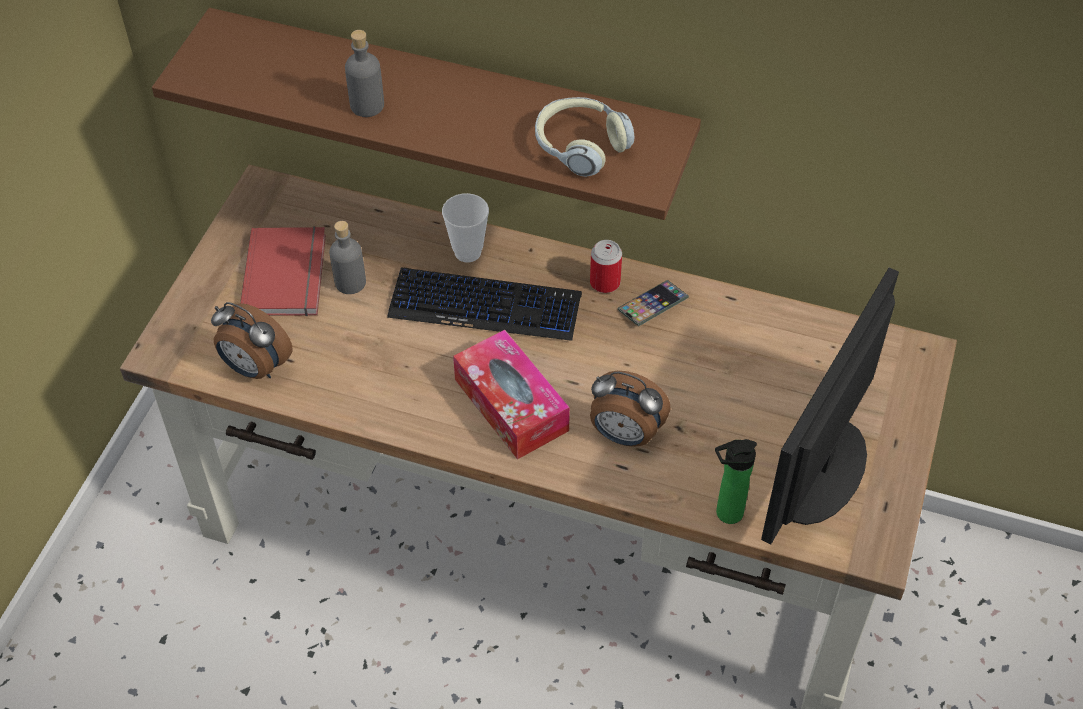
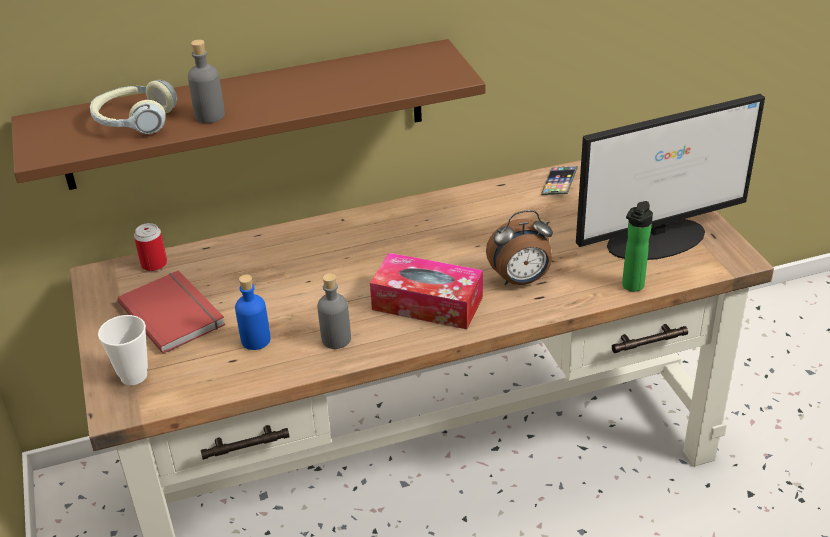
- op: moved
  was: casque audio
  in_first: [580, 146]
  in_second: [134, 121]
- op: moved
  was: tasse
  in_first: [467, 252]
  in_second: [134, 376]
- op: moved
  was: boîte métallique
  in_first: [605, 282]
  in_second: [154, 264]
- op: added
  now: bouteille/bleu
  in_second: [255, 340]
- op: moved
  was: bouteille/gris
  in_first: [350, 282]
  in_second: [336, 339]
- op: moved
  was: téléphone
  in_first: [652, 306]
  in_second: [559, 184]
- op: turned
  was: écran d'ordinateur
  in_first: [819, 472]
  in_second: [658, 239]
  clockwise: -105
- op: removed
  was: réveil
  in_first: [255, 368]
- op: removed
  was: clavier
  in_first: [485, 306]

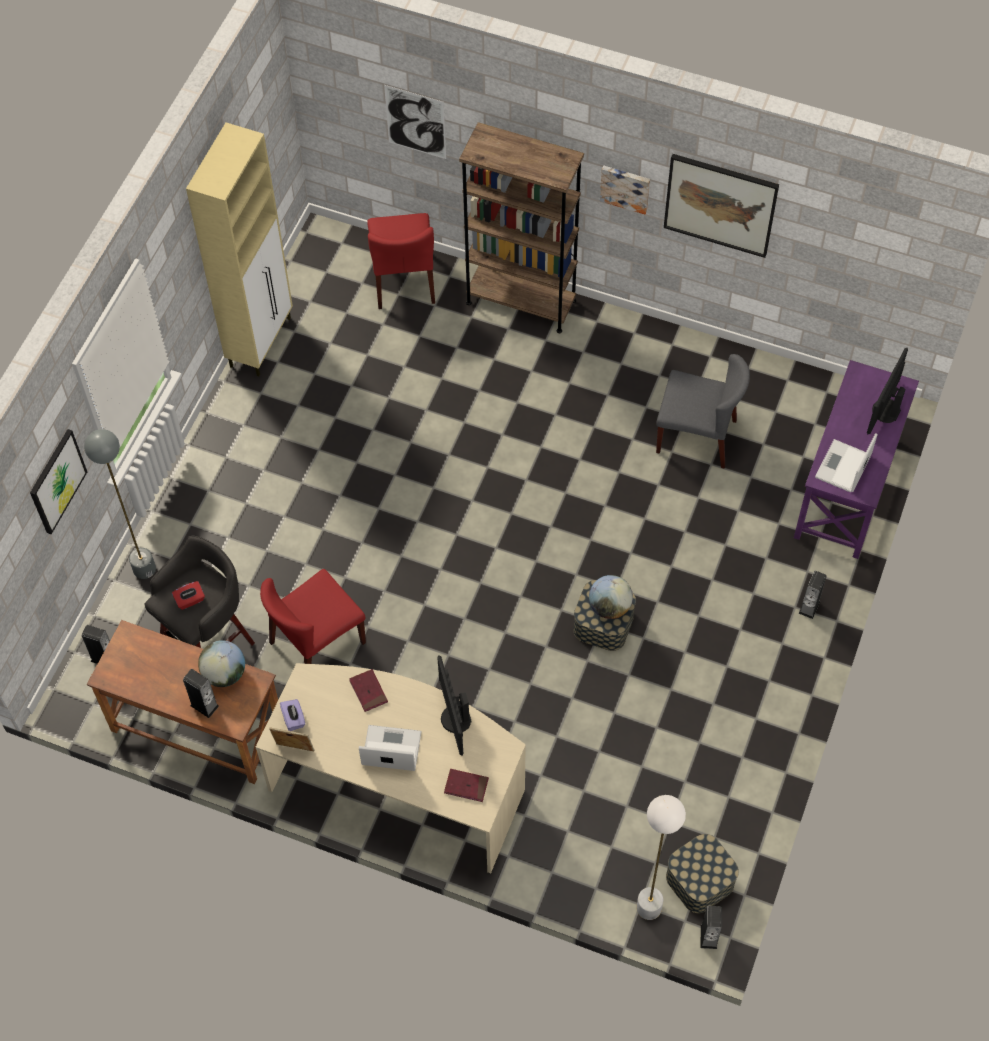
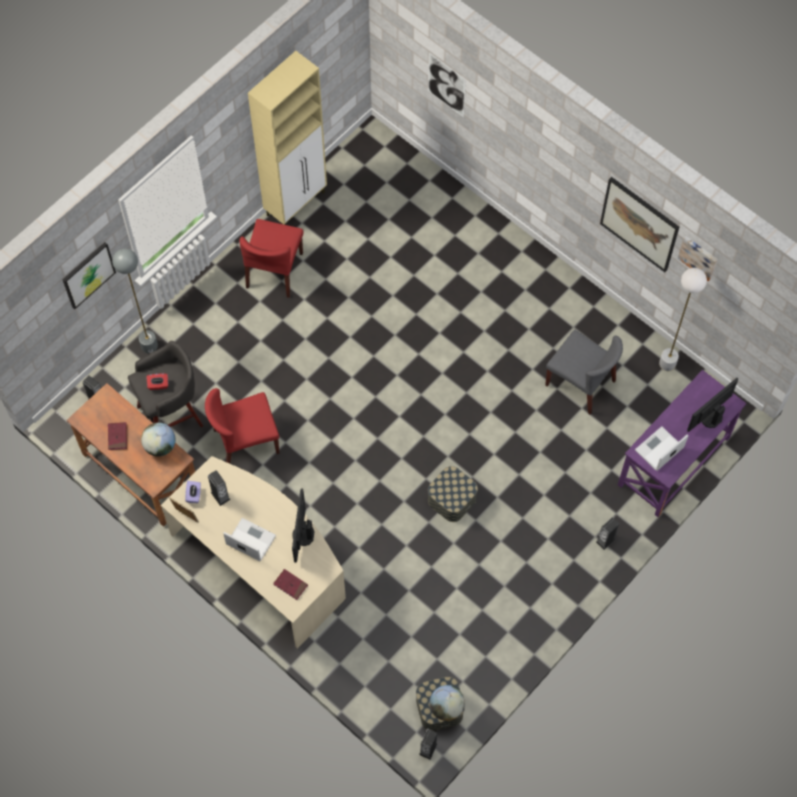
- op: moved
  was: livre/rouge
  in_first: [368, 691]
  in_second: [117, 436]
- op: moved
  was: enceinte
  in_first: [204, 705]
  in_second: [220, 496]
- op: moved
  was: chaise/rouge
  in_first: [404, 280]
  in_second: [274, 271]
- op: moved
  was: globe
  in_first: [609, 607]
  in_second: [446, 707]
- op: moved
  was: lampadaire/blanc
  in_first: [648, 907]
  in_second: [667, 363]
- op: moved
  was: tableau
  in_first: [625, 188]
  in_second: [698, 257]
- op: removed
  was: bibliothèque/marron
  in_first: [521, 301]

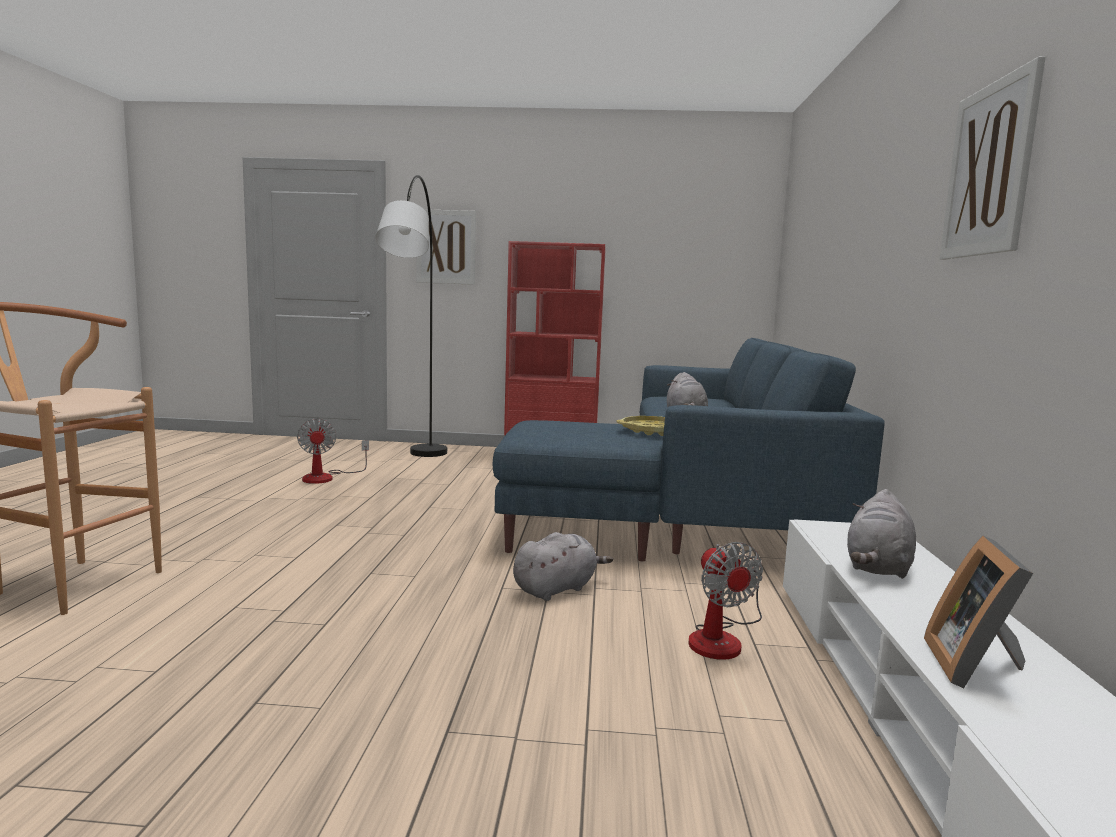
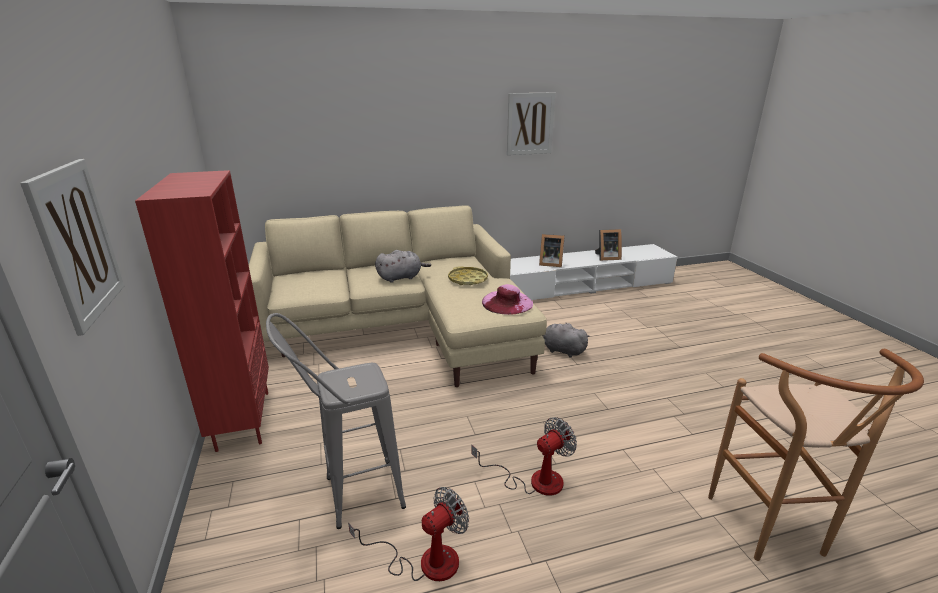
- op: recoloured
  was: canapé/bleu
  now: canapé/beige
  in_first: [693, 511]
  in_second: [404, 330]
- op: replaced
  was: lampadaire/gris
  now: tabouret/gris
  in_first: [416, 469]
  in_second: [350, 496]
- op: moved
  was: ventilateur
  in_first: [722, 638]
  in_second: [534, 480]
- op: added
  now: chapeau/rose
  in_second: [507, 302]
- op: replaced
  was: peluche/gris
  now: cadre photo
  in_first: [877, 567]
  in_second: [550, 263]

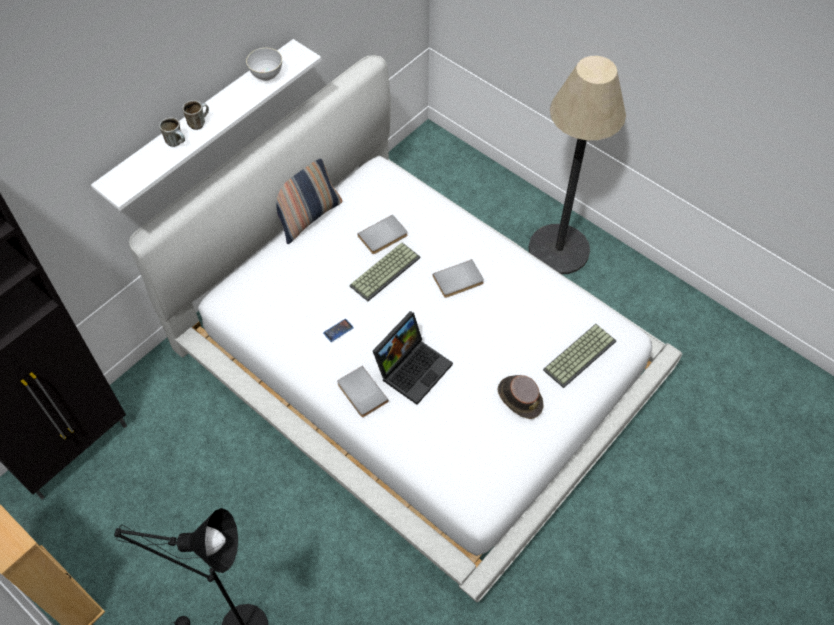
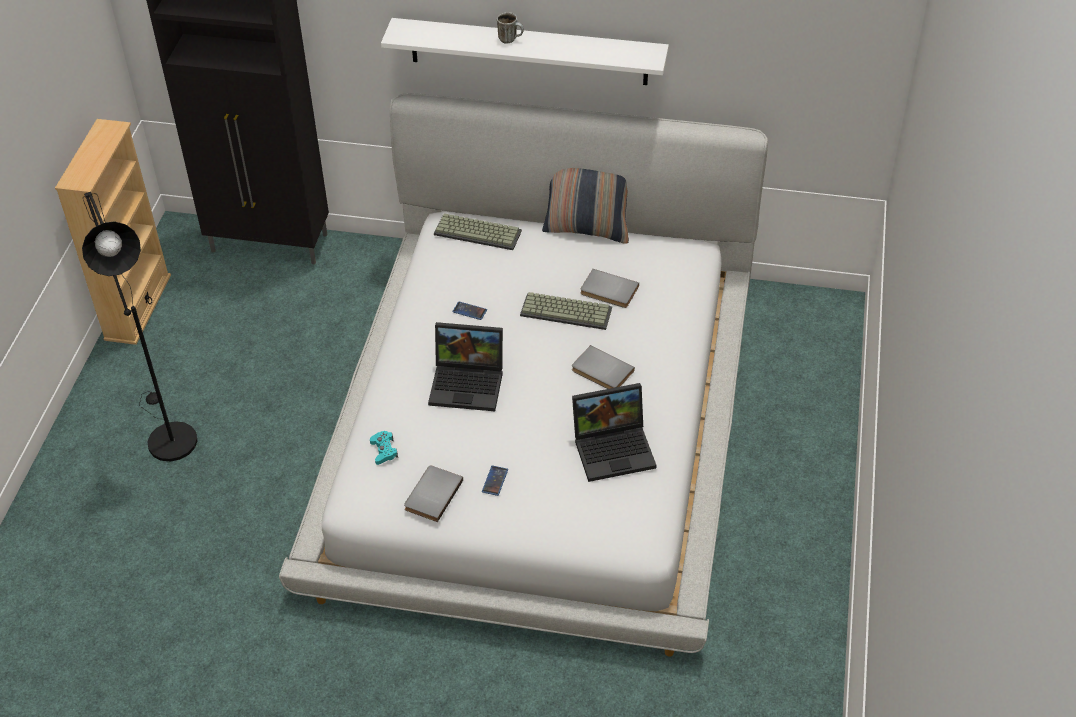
- op: added
  now: manette/turquoise
  in_second: [384, 450]
- op: moved
  was: livre/gris
  in_first: [361, 393]
  in_second: [431, 494]
- op: moved
  was: clavier
  in_first: [579, 354]
  in_second: [479, 232]
- op: replaced
  was: chapeau/marron
  now: téléphone
  in_first: [519, 397]
  in_second: [495, 481]
- op: added
  now: ordinateur portable
  in_second: [615, 448]
- op: removed
  was: mug
  in_first: [177, 142]
- op: removed
  was: bol/gris
  in_first: [266, 75]
- op: removed
  was: lampadaire
  in_first: [559, 249]

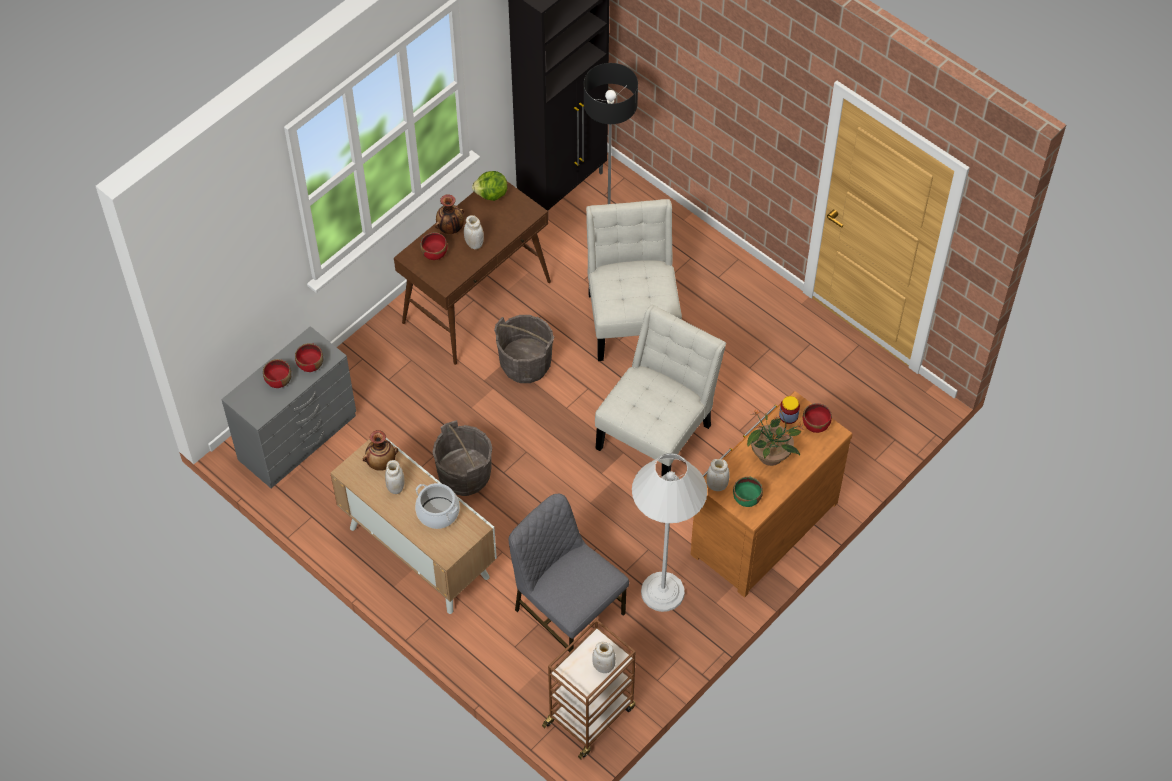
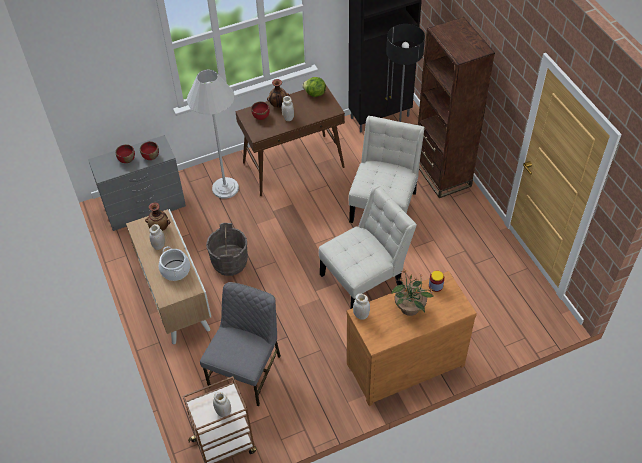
- op: moved
  was: lampadaire/blanc
  in_first: [662, 592]
  in_second: [225, 188]
- op: turned
  was: chaise/gris
  in_first: [567, 611]
  in_second: [246, 370]
  clockwise: 45
- op: added
  now: bibliothèque/marron
  in_second: [442, 174]
- op: removed
  was: seau/gris
  in_first: [526, 364]
- op: removed
  was: bol/vert
  in_first: [746, 498]
- op: removed
  was: bol/rouge
  in_first: [815, 425]

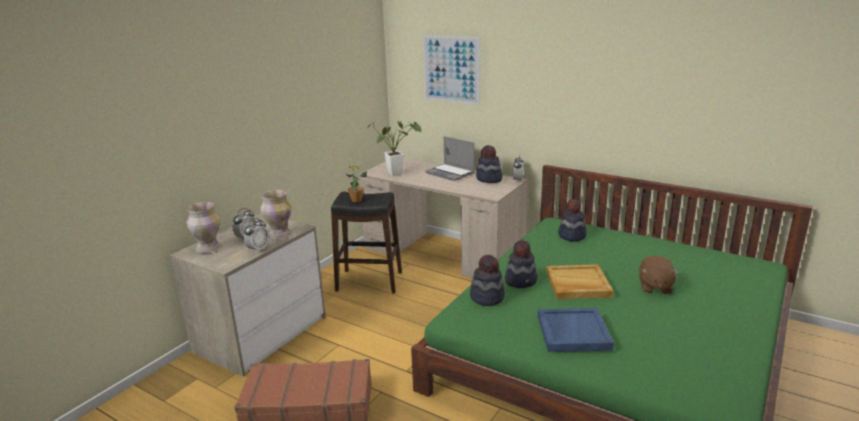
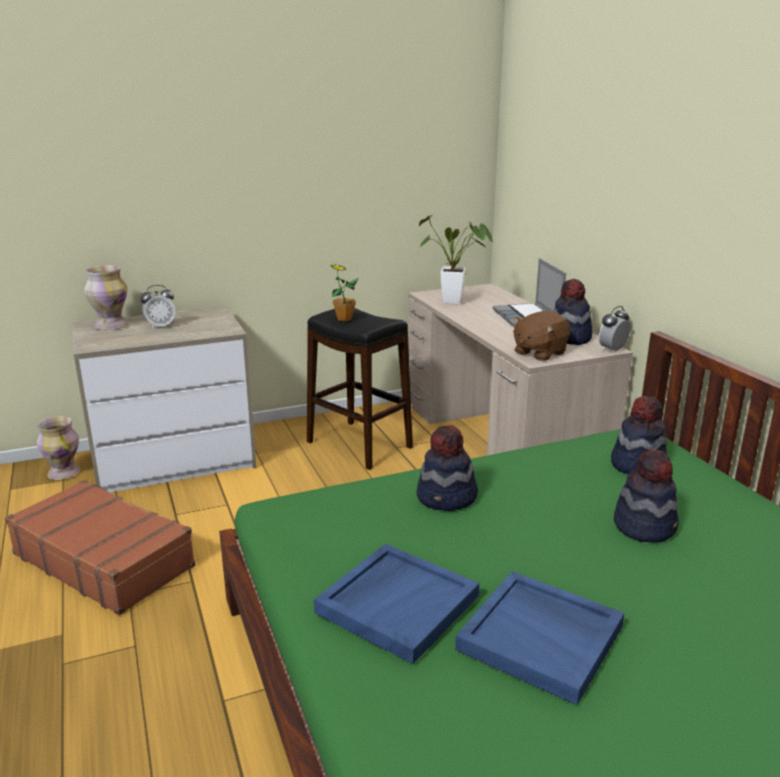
- op: moved
  was: vase
  in_first: [279, 234]
  in_second: [63, 473]
- op: added
  now: plateau/bleu
  in_second: [542, 638]
- op: moved
  was: peluche/marron
  in_first: [654, 287]
  in_second: [539, 353]
- op: moved
  was: chapeau
  in_first: [487, 297]
  in_second: [644, 526]
- op: removed
  was: réveil
  in_first: [258, 249]
- op: removed
  was: tableau
  in_first: [451, 69]
- op: removed
  was: plateau/beige
  in_first: [577, 284]

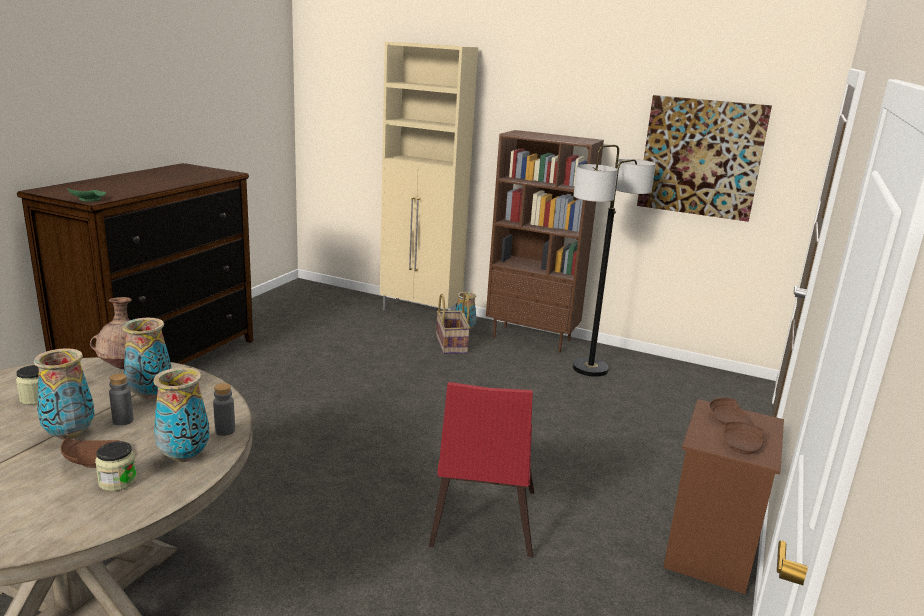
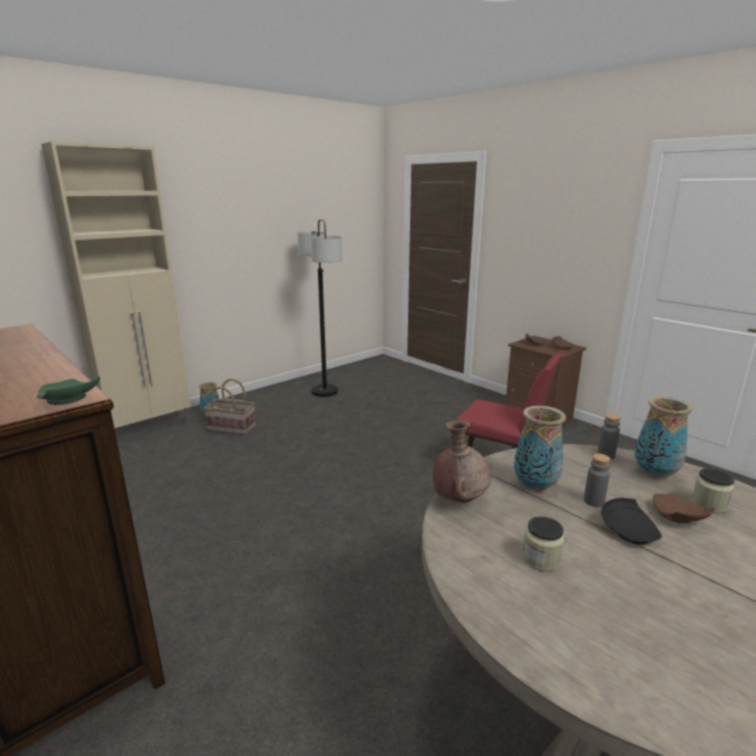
- op: replaced
  was: vase
  now: assiette/noir
  in_first: [70, 434]
  in_second: [629, 531]
- op: removed
  was: bibliothèque/marron
  in_first: [532, 338]
- op: removed
  was: tableau
  in_first: [701, 158]

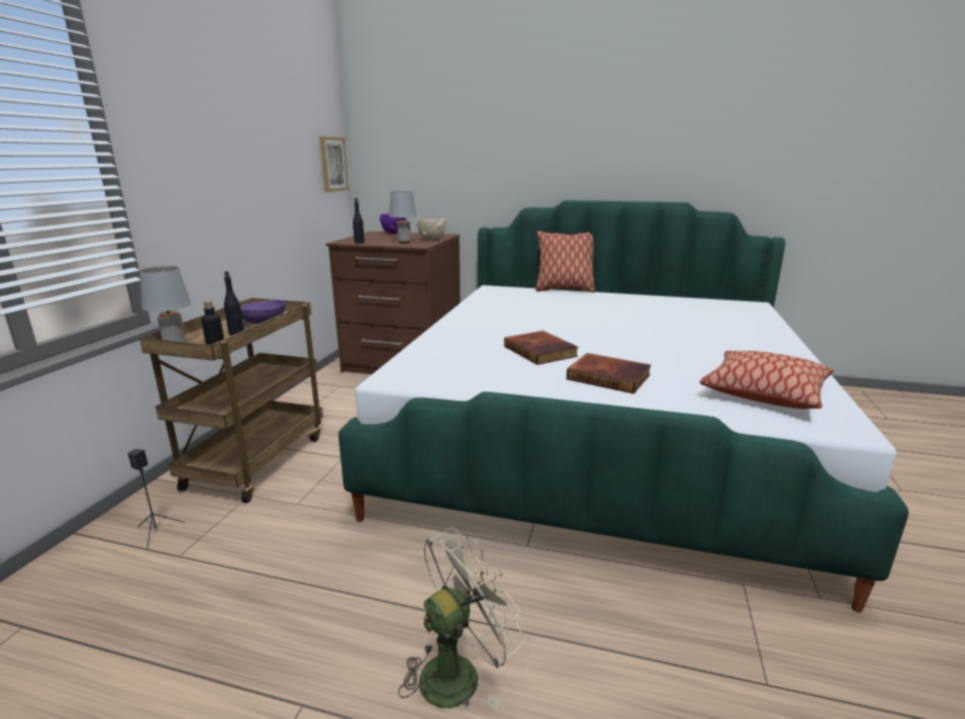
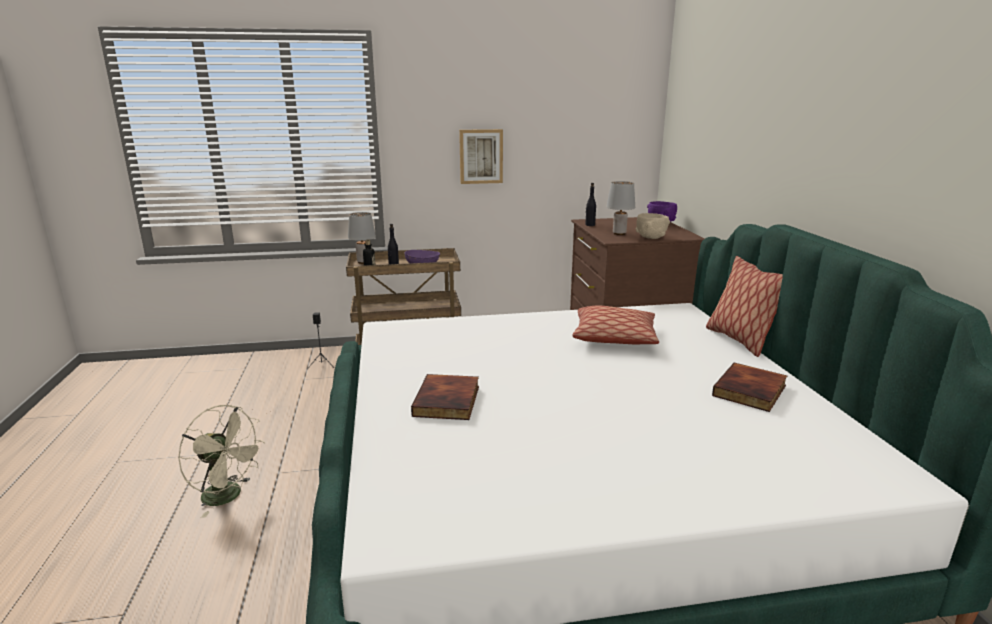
- op: moved
  was: tableau
  in_first: [332, 164]
  in_second: [481, 156]
- op: moved
  was: coussin
  in_first: [764, 392]
  in_second: [614, 337]
- op: moved
  was: livre
  in_first: [541, 351]
  in_second: [751, 391]

